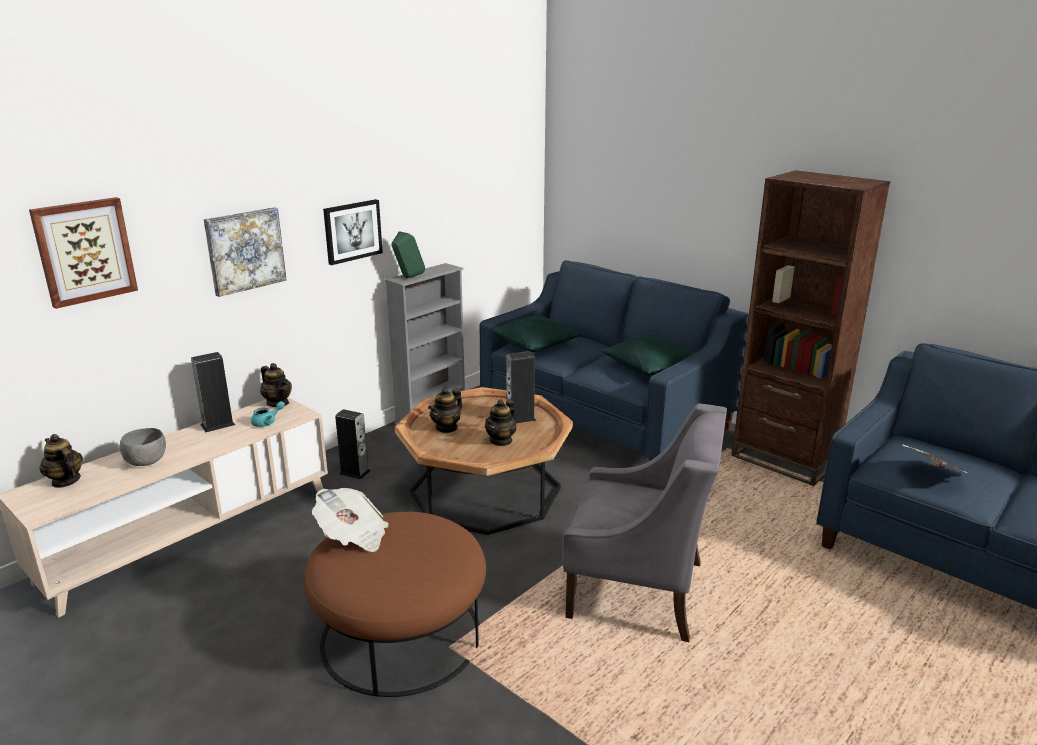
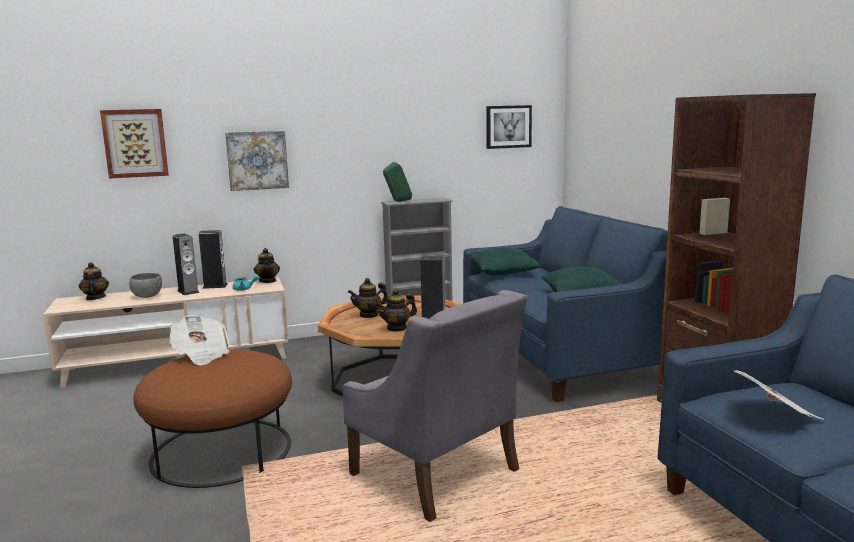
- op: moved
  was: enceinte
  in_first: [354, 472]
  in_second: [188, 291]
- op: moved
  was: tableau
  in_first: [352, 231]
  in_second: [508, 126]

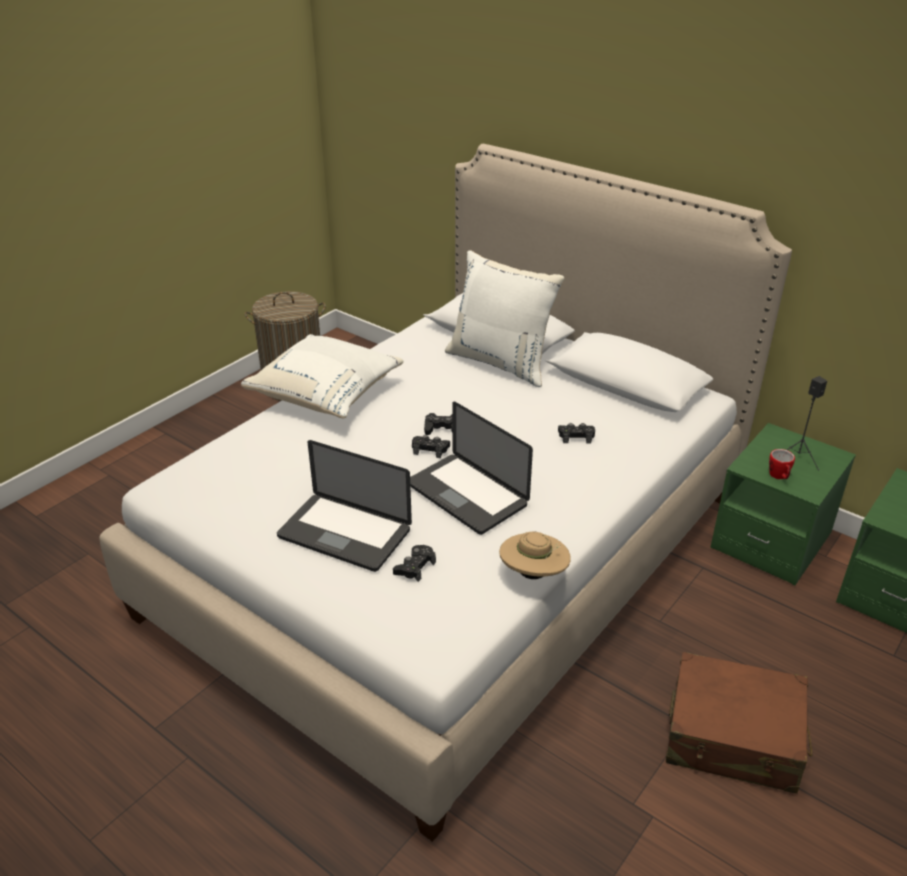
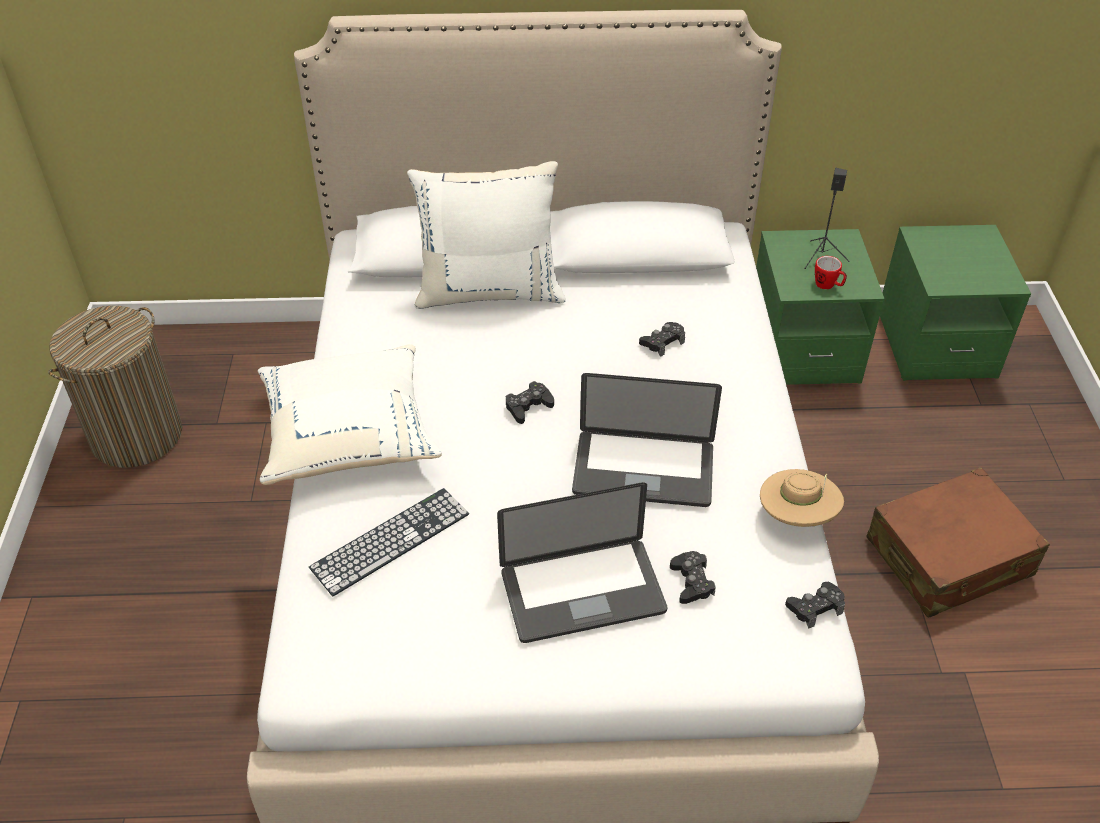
- op: added
  now: clavier
  in_second: [390, 540]
- op: moved
  was: manette/noir
  in_first: [430, 449]
  in_second: [815, 607]

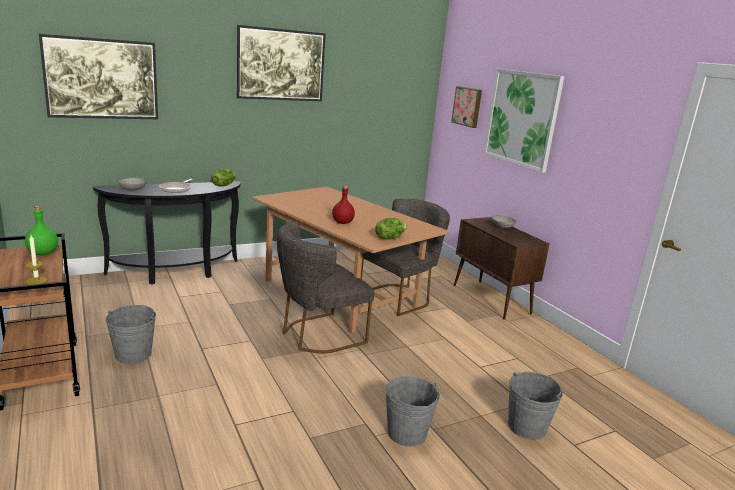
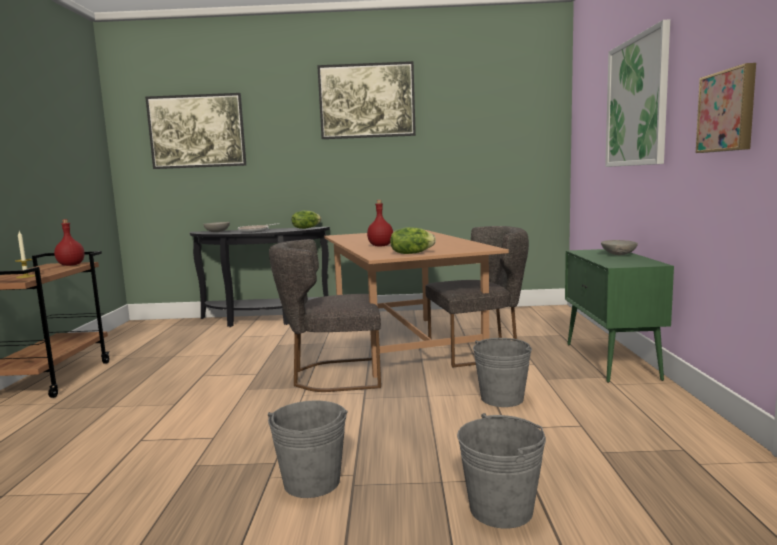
- op: recoloured
  was: bouteille/vert
  now: bouteille/rouge
  in_first: [42, 253]
  in_second: [71, 265]
- op: moved
  was: seau/gris
  in_first: [133, 354]
  in_second: [502, 398]
- op: recoloured
  was: meuble de rangement/marron
  now: meuble de rangement/vert
  in_first: [491, 299]
  in_second: [611, 361]
- op: moved
  was: tableau
  in_first: [467, 106]
  in_second: [728, 111]

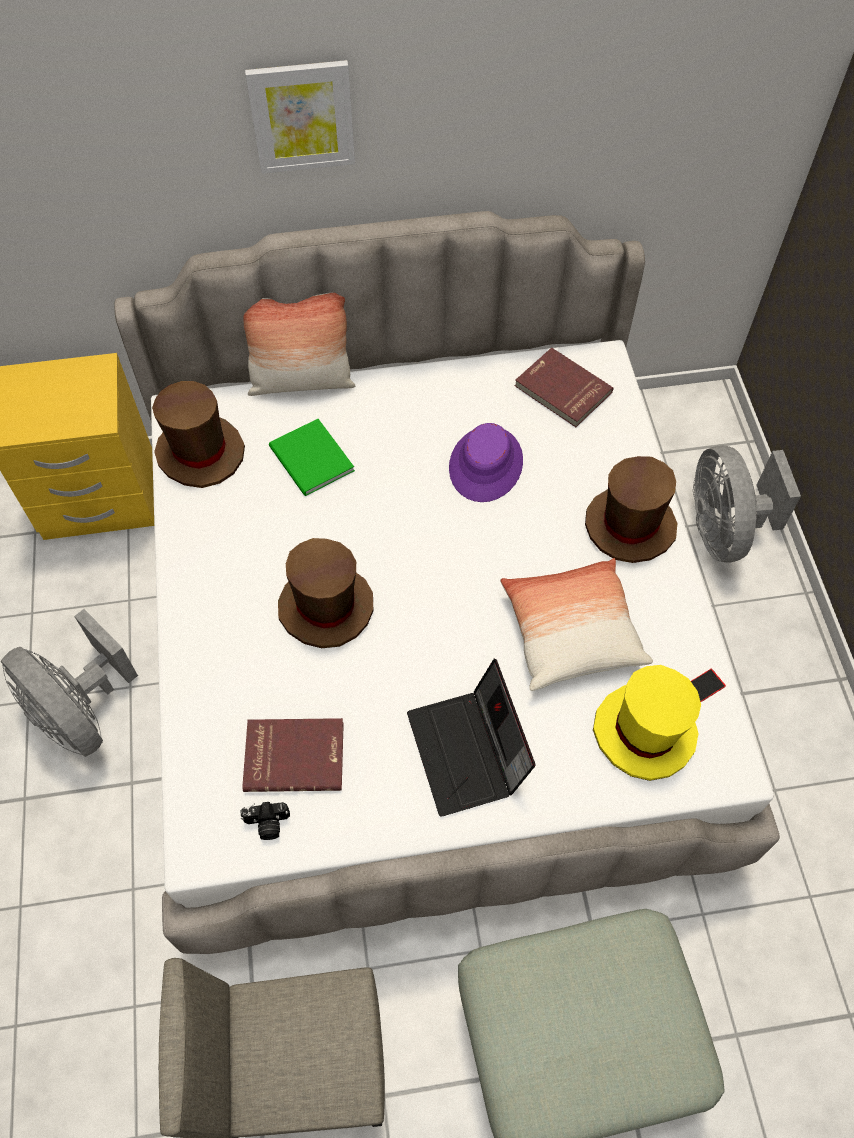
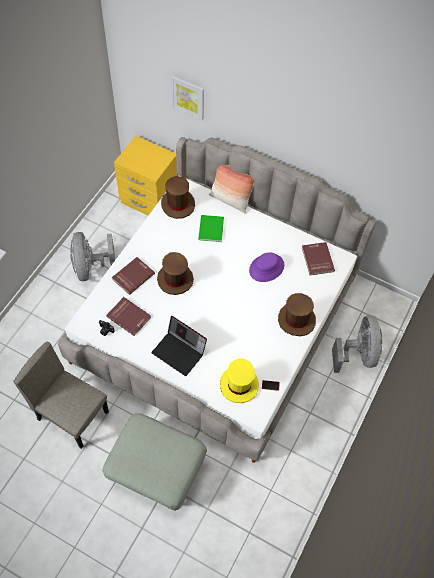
- op: added
  now: livre/rouge
  in_second: [133, 276]
- op: turned
  was: ordinateur portable
  in_first: [468, 753]
  in_second: [180, 352]
  clockwise: -75
- op: moved
  was: tableau
  in_first: [302, 116]
  in_second: [188, 97]
- op: turned
  was: ventilateur/gris
  in_first: [723, 530]
  in_second: [358, 354]
  clockwise: 150
- op: removed
  was: coussin
  in_first: [570, 632]

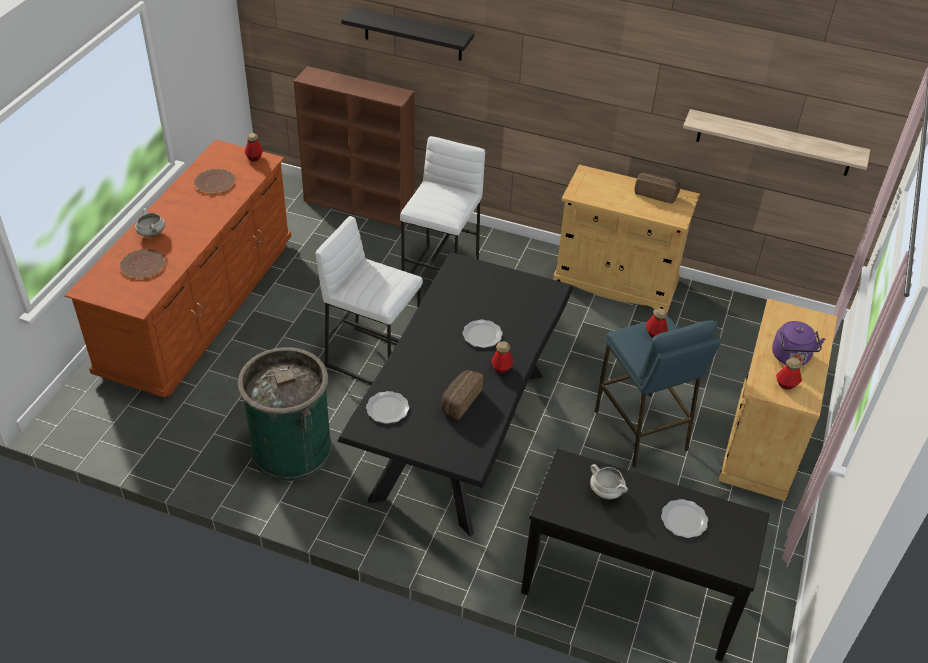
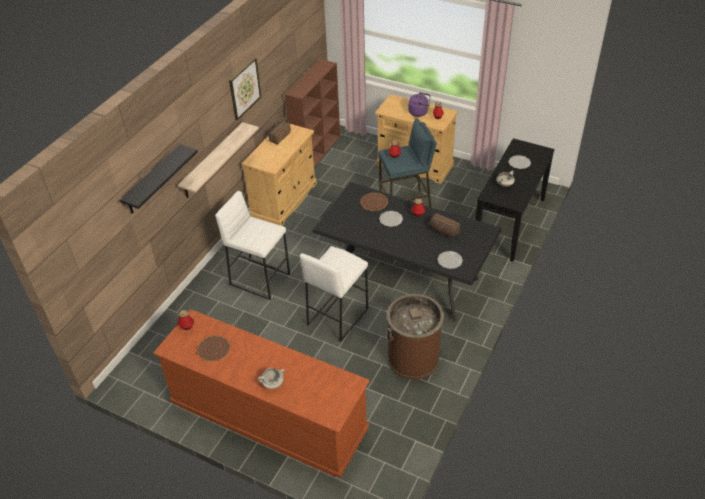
- op: moved
  was: étagère
  in_first: [774, 143]
  in_second: [213, 161]
- op: added
  now: tableau
  in_second: [244, 88]
- op: moved
  was: bibliothèque/marron
  in_first: [360, 206]
  in_second: [317, 151]
- op: moved
  was: assiette/marron
  in_first: [142, 265]
  in_second: [374, 202]
- op: recoloured
  was: poubelle/vert
  now: poubelle/marron
  in_first: [291, 448]
  in_second: [413, 358]

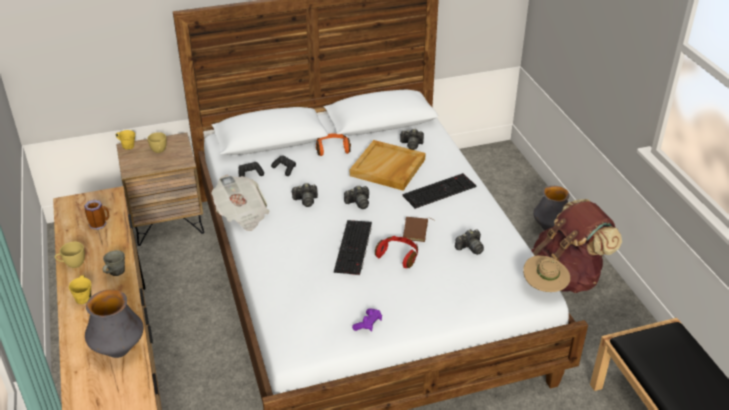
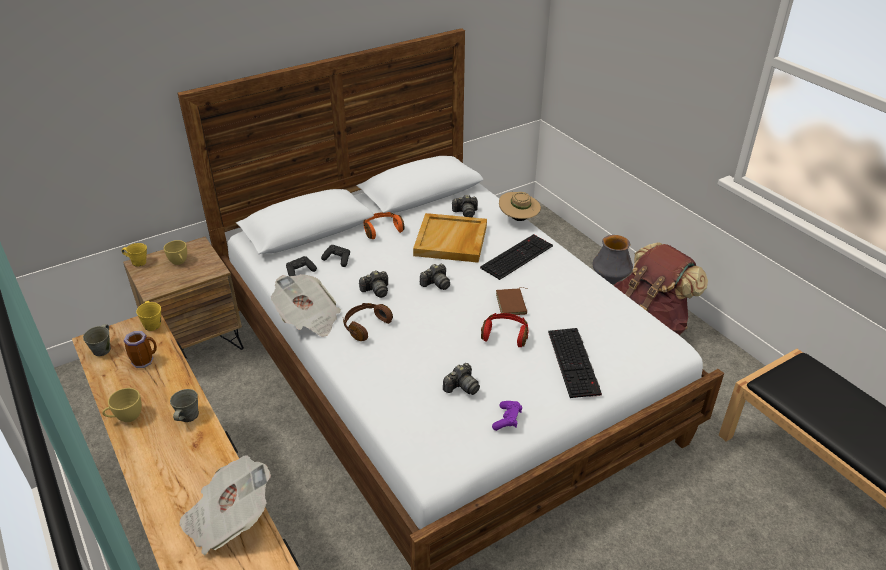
- op: added
  now: mug/gris
  in_second: [103, 349]
- op: moved
  was: mug/jaune
  in_first: [84, 298]
  in_second: [153, 324]
- op: replaced
  was: vase
  now: journal
  in_first: [118, 350]
  in_second: [228, 519]
- op: added
  now: casque audio/marron
  in_second: [365, 326]
- op: moved
  was: appareil photo
  in_first: [470, 248]
  in_second: [461, 387]
- op: moved
  was: chapeau/beige
  in_first: [544, 287]
  in_second: [518, 219]
- op: moved
  was: clavier
  in_first: [354, 248]
  in_second: [575, 363]

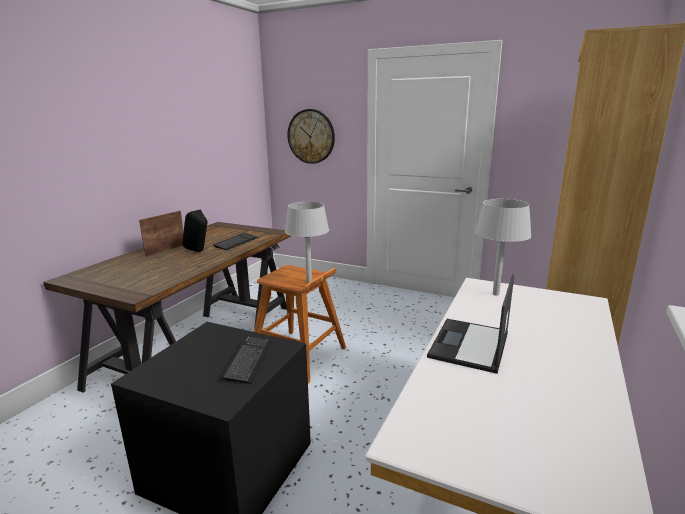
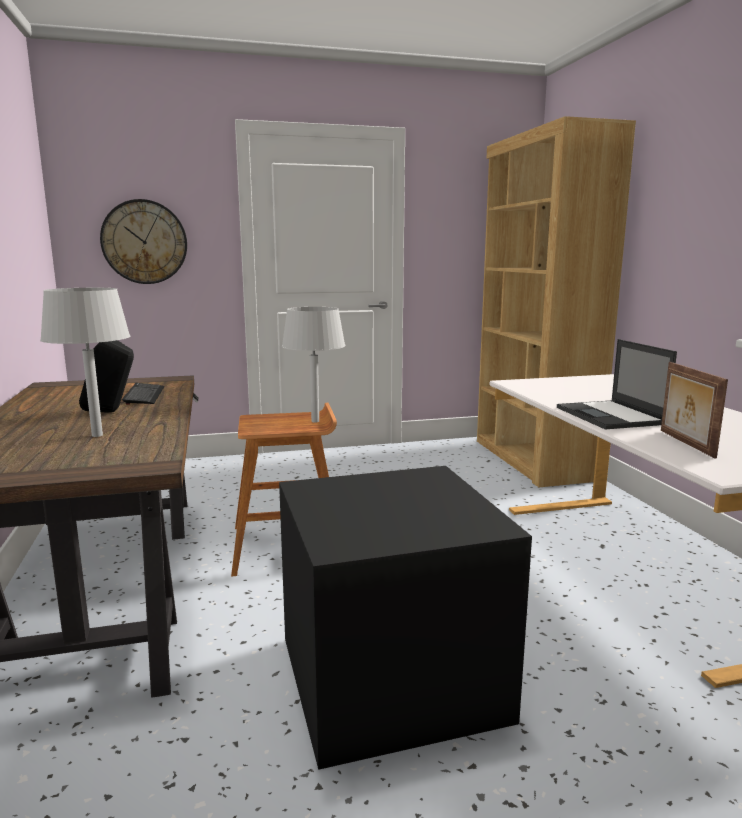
- op: moved
  was: lampe de table/gris
  in_first: [495, 294]
  in_second: [97, 435]
- op: moved
  was: cadre photo
  in_first: [165, 250]
  in_second: [684, 443]
- op: removed
  was: clavier
  in_first: [248, 360]

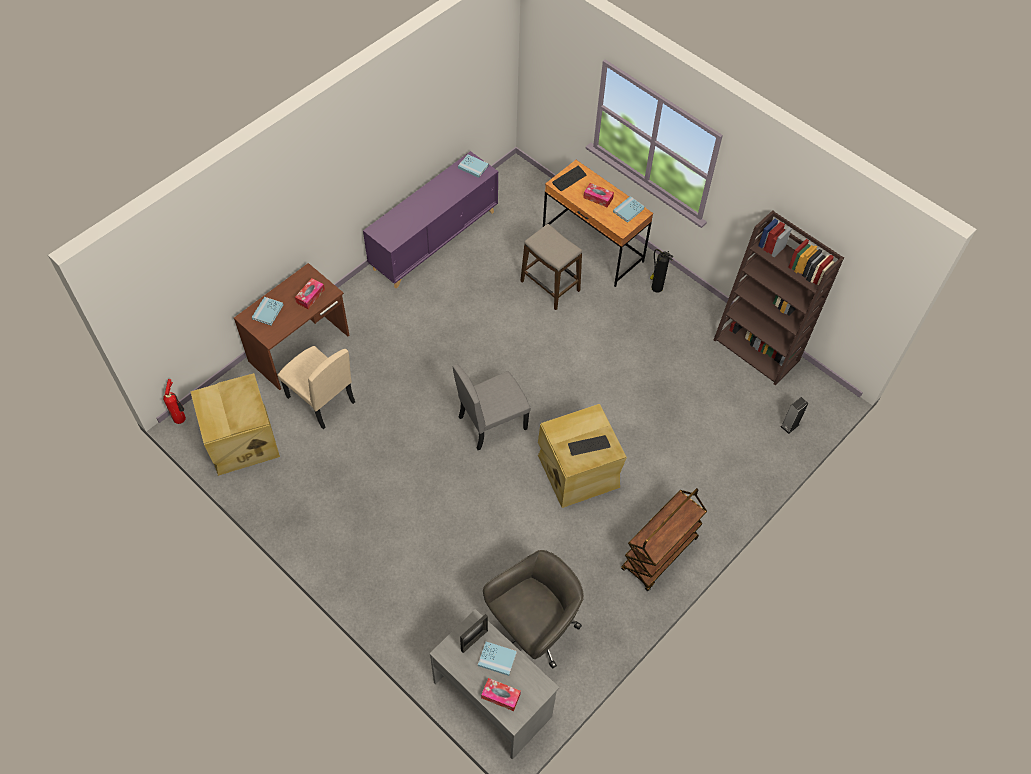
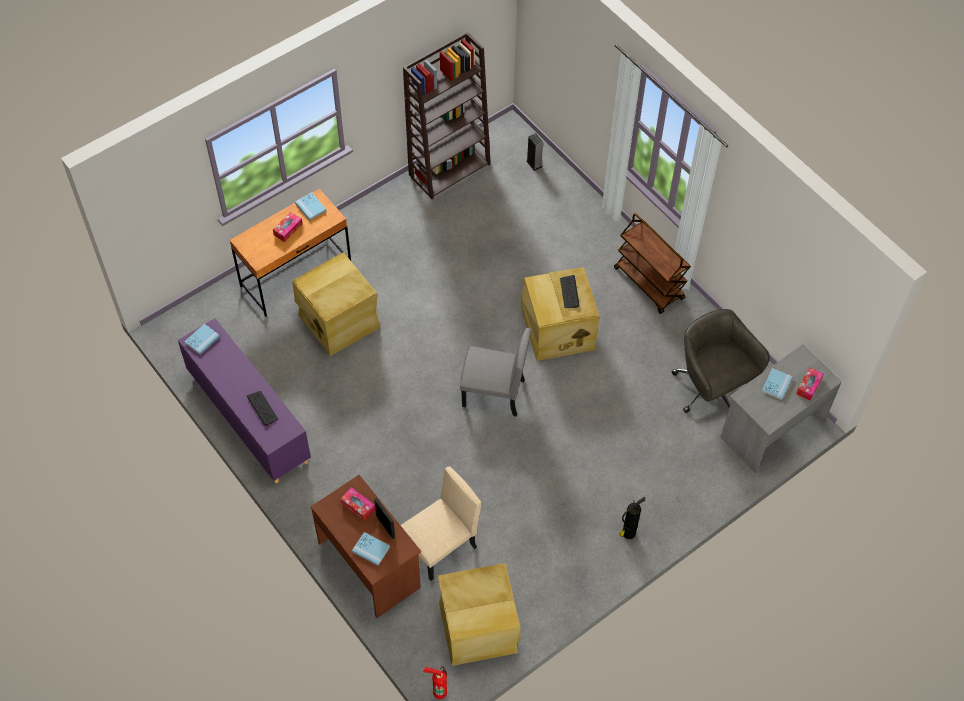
- op: moved
  was: clavier
  in_first: [569, 179]
  in_second: [262, 408]
- op: replaced
  was: tabouret
  now: boîte de rangement/beige
  in_first: [550, 286]
  in_second: [338, 320]
- op: moved
  was: cadre photo
  in_first: [474, 640]
  in_second: [385, 526]
- op: turned
  was: chaise/gris
  in_first: [492, 422]
  in_second: [493, 393]
  clockwise: -60
- op: moved
  was: extincteur
  in_first: [656, 287]
  in_second: [628, 533]

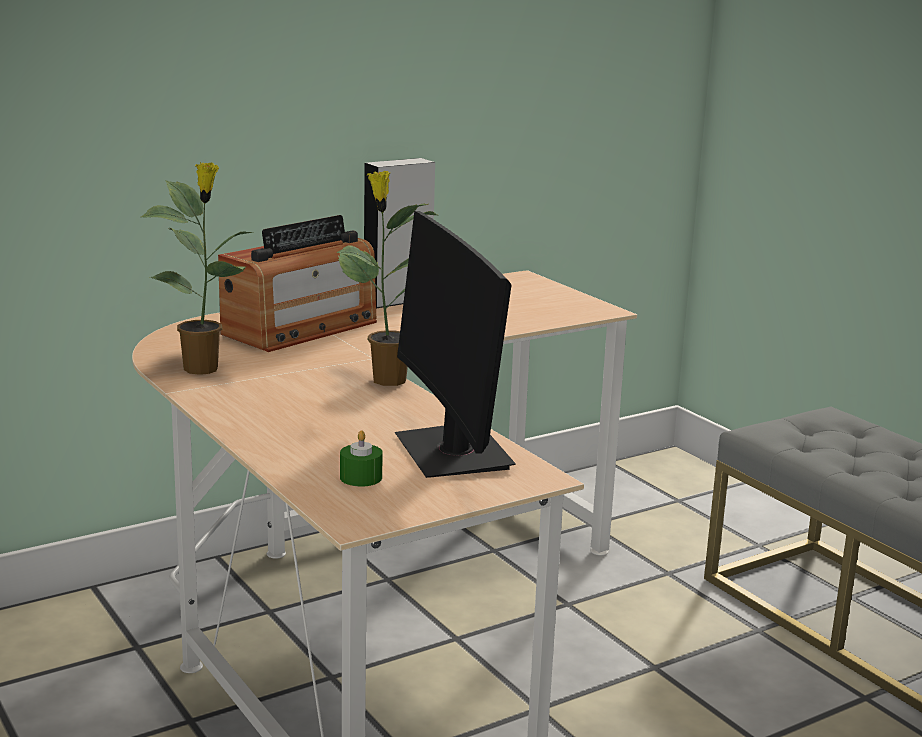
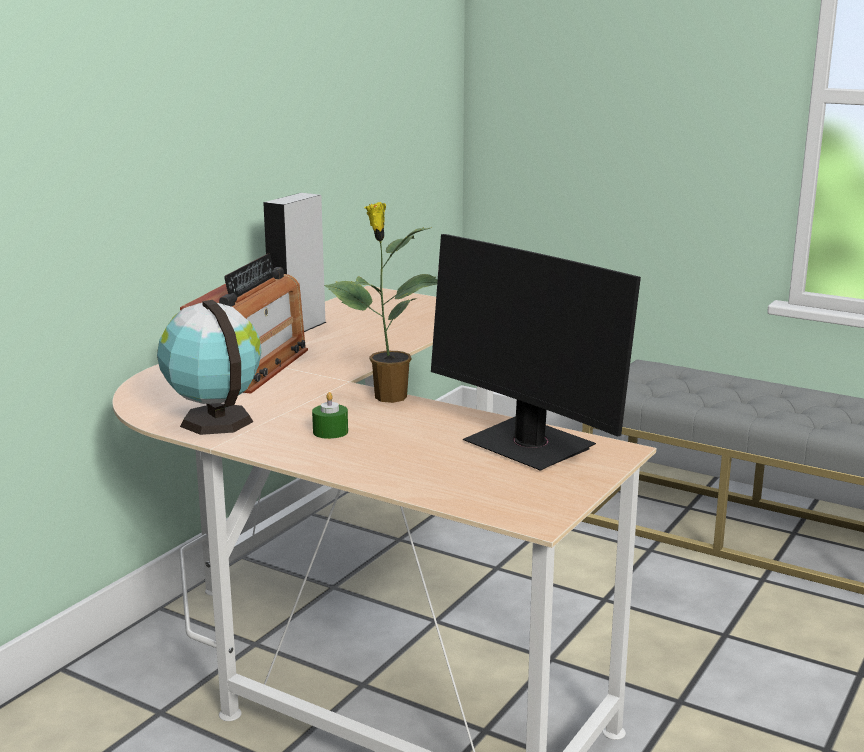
- op: replaced
  was: plante en pot
  now: globe
  in_first: [203, 369]
  in_second: [214, 420]
- op: moved
  was: bougie/vert
  in_first: [361, 477]
  in_second: [330, 431]

